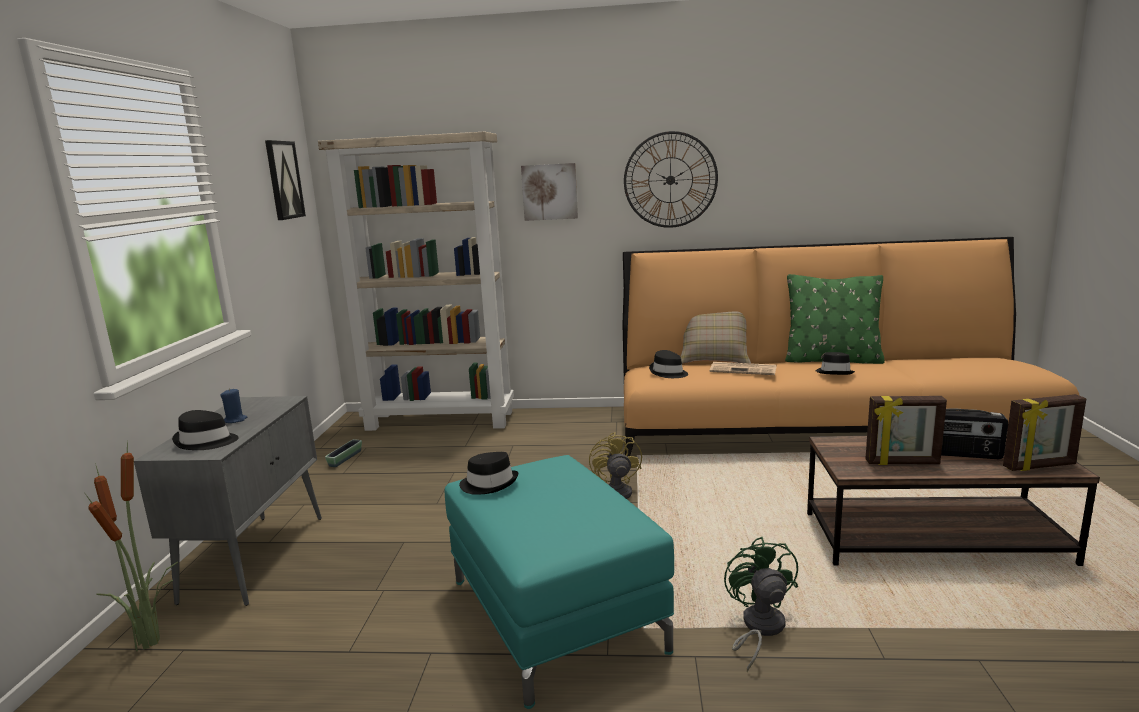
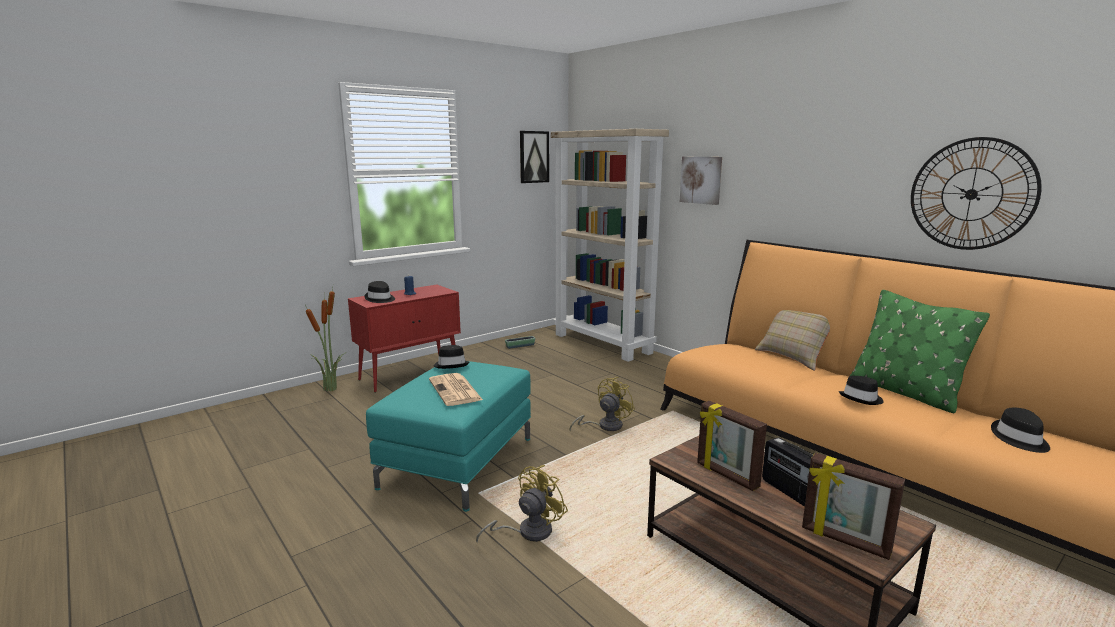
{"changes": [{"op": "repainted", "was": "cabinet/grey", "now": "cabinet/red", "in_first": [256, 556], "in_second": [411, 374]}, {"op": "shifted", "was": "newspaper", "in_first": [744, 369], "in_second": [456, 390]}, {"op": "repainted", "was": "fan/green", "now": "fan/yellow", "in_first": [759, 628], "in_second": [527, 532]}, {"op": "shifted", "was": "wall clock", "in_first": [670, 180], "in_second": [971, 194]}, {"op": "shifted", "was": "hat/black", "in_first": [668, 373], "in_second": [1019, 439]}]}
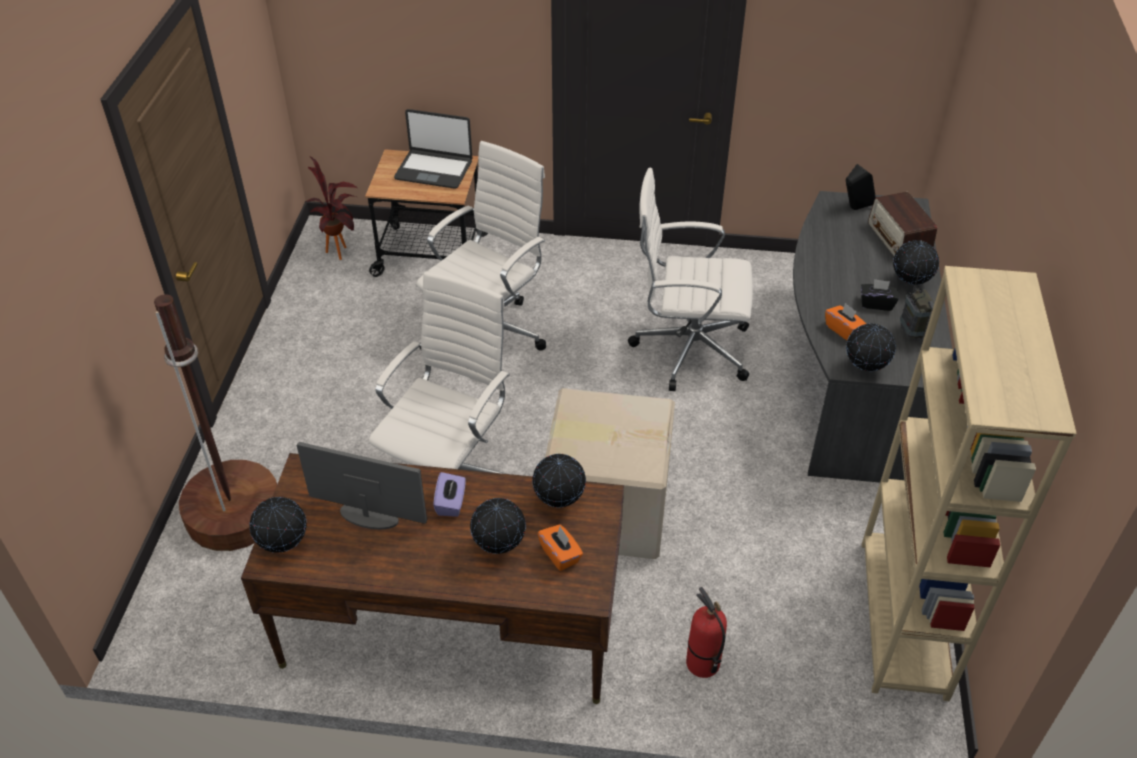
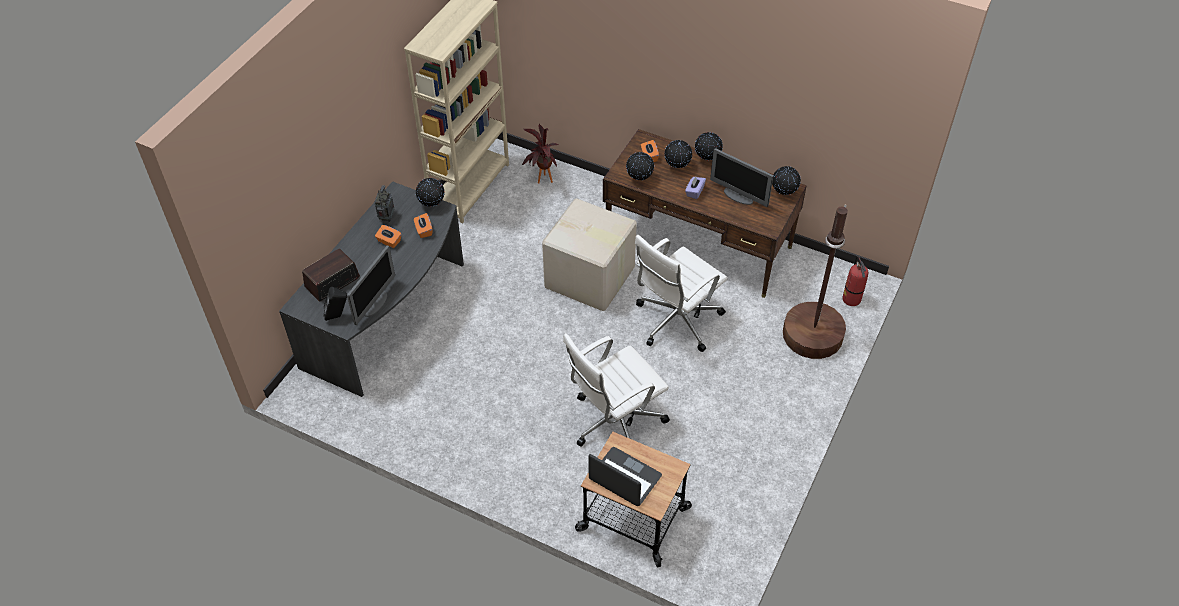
{"changes": [{"op": "rotated", "was": "radio", "in_first": [898, 239], "in_second": [332, 282], "clockwise": -135}, {"op": "new", "now": "monitor", "in_second": [375, 303]}, {"op": "repainted", "was": "tissue box/black", "now": "tissue box/orange", "in_first": [876, 303], "in_second": [389, 241]}, {"op": "shifted", "was": "potted plant", "in_first": [341, 249], "in_second": [541, 182]}, {"op": "shifted", "was": "globe", "in_first": [910, 284], "in_second": [707, 159]}, {"op": "shifted", "was": "fire extinguisher", "in_first": [702, 663], "in_second": [851, 299]}, {"op": "gone", "was": "office chair/white", "in_first": [688, 348]}]}
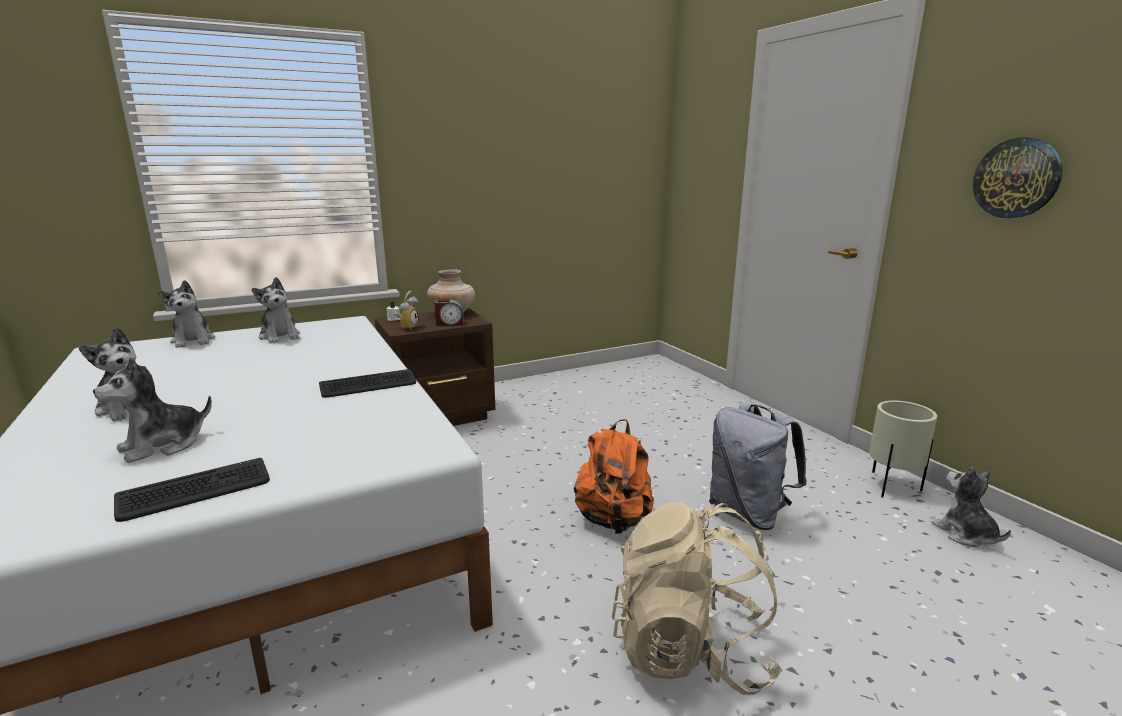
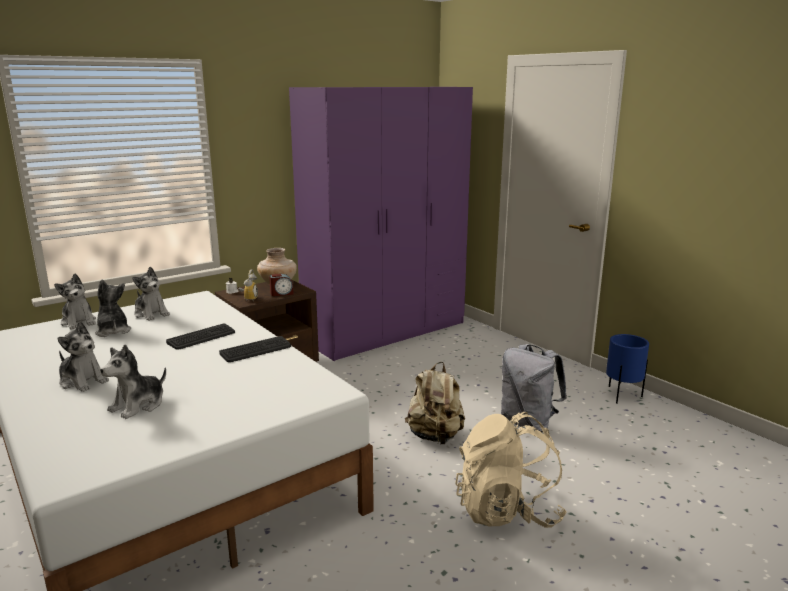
{"changes": [{"op": "shifted", "was": "plush toy", "in_first": [965, 534], "in_second": [113, 331]}, {"op": "shifted", "was": "keyboard", "in_first": [195, 491], "in_second": [201, 337]}, {"op": "new", "now": "wardrobe/purple", "in_second": [386, 331]}, {"op": "repainted", "was": "backpack/orange", "now": "backpack/beige", "in_first": [613, 520], "in_second": [435, 436]}, {"op": "repainted", "was": "planter/beige", "now": "planter/blue", "in_first": [891, 487], "in_second": [622, 396]}, {"op": "gone", "was": "wall clock", "in_first": [1016, 178]}]}
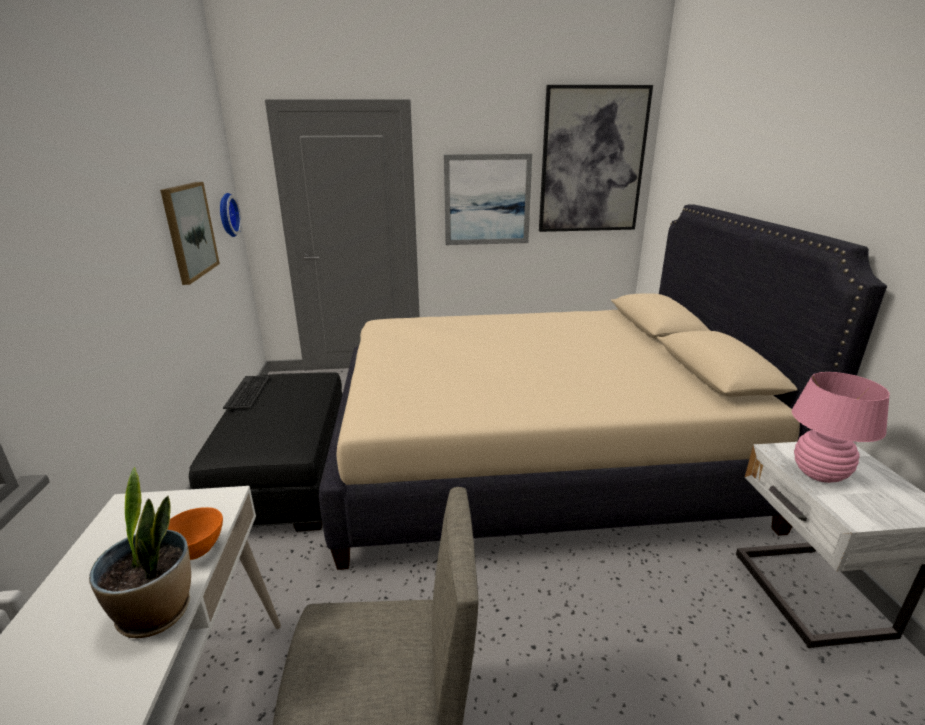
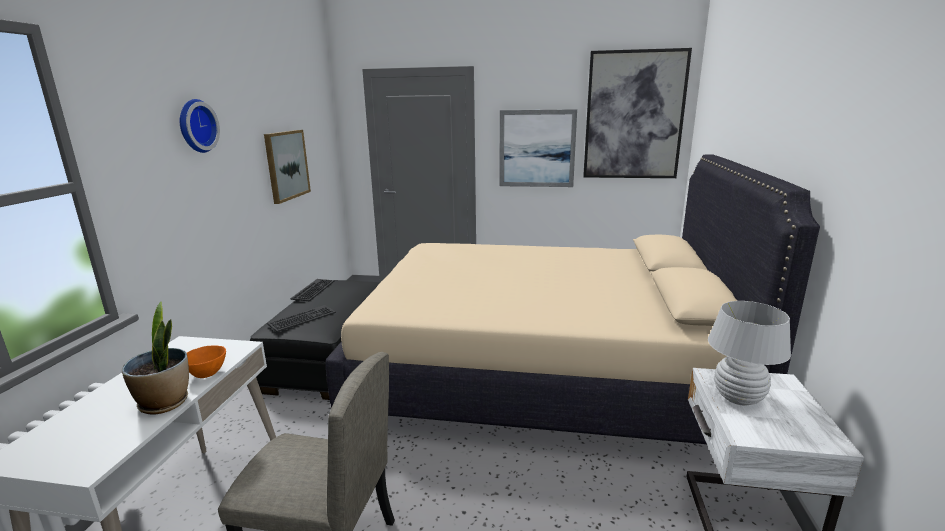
{"changes": [{"op": "shifted", "was": "wall clock", "in_first": [226, 215], "in_second": [195, 126]}, {"op": "new", "now": "keyboard", "in_second": [302, 319]}, {"op": "repainted", "was": "table lamp/pink", "now": "table lamp/white", "in_first": [819, 474], "in_second": [738, 398]}]}
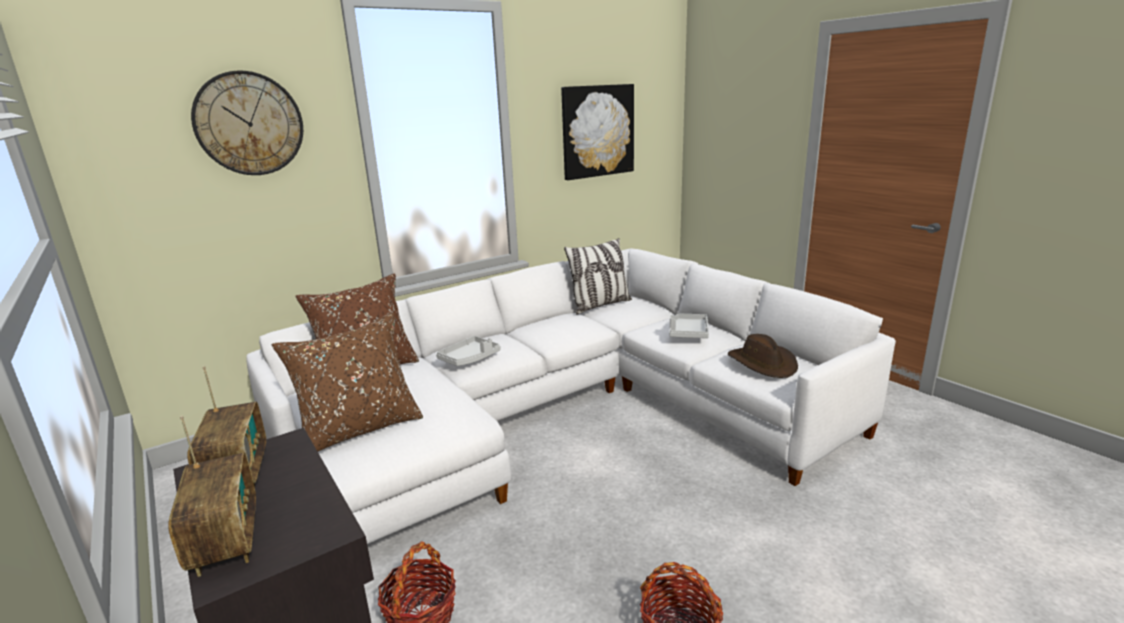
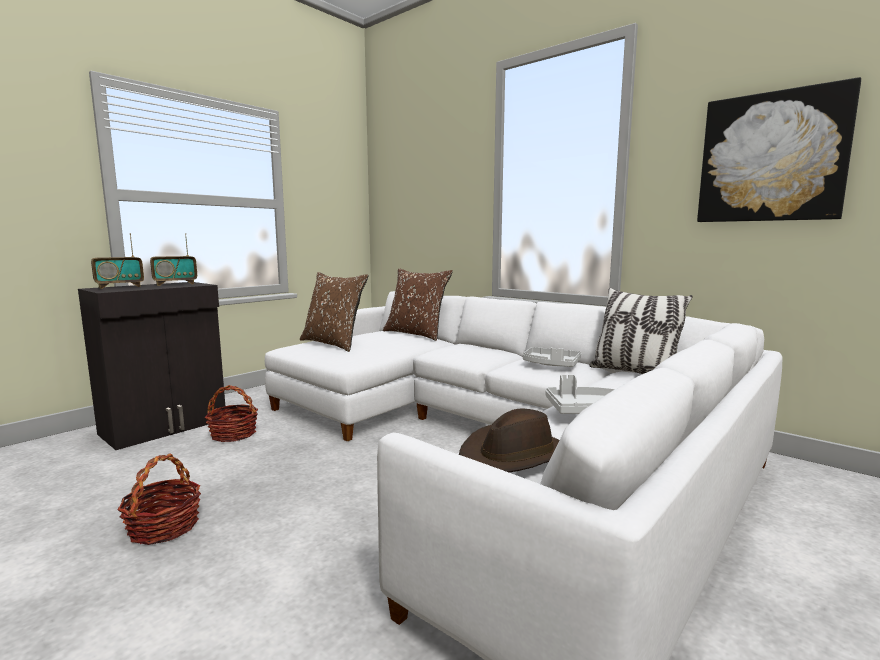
{"changes": [{"op": "shifted", "was": "tray/grey", "in_first": [469, 358], "in_second": [551, 365]}, {"op": "gone", "was": "wall clock", "in_first": [249, 124]}]}
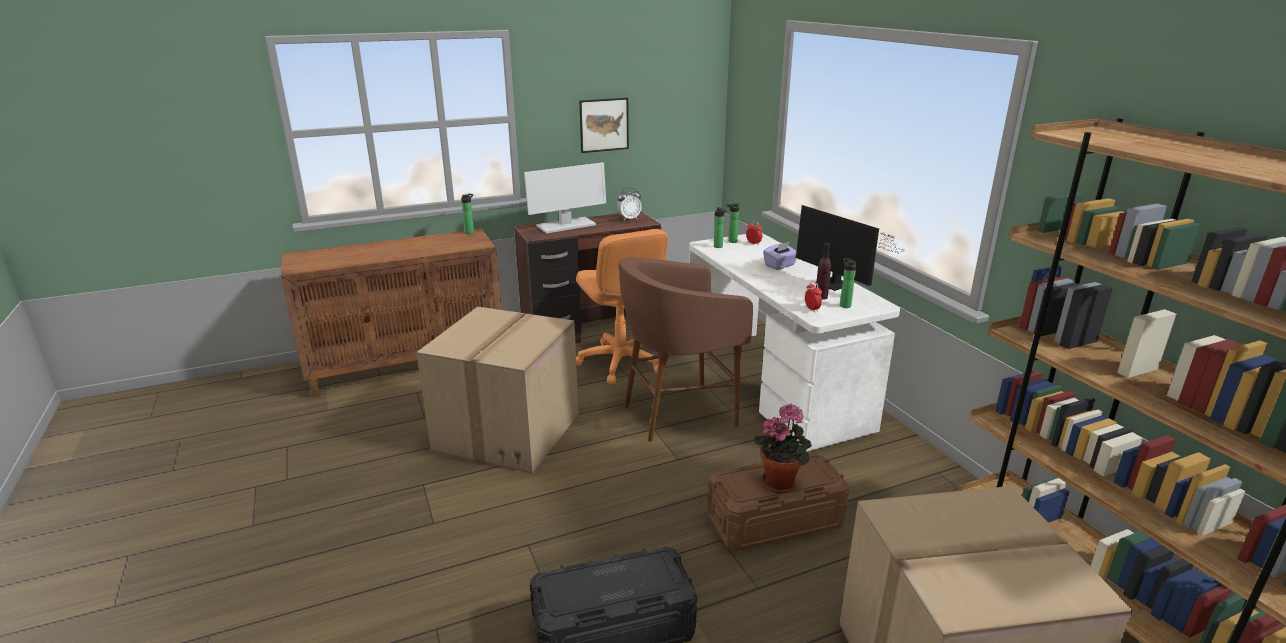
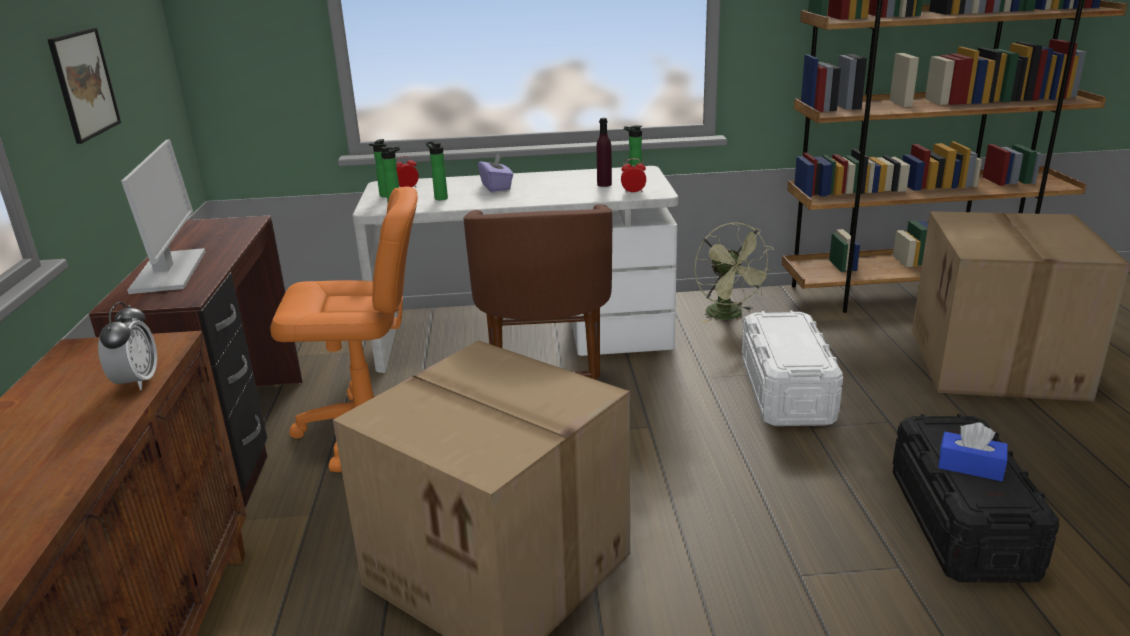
{"changes": [{"op": "shifted", "was": "alarm clock", "in_first": [629, 218], "in_second": [137, 382]}, {"op": "shifted", "was": "bottle", "in_first": [470, 232], "in_second": [439, 198]}, {"op": "new", "now": "fan/green", "in_second": [729, 315]}, {"op": "repainted", "was": "storage box/brown", "now": "storage box/white", "in_first": [775, 521], "in_second": [786, 391]}, {"op": "new", "now": "tissue box/blue", "in_second": [970, 466]}, {"op": "gone", "was": "potted plant", "in_first": [781, 482]}, {"op": "gone", "was": "monitor", "in_first": [836, 285]}]}
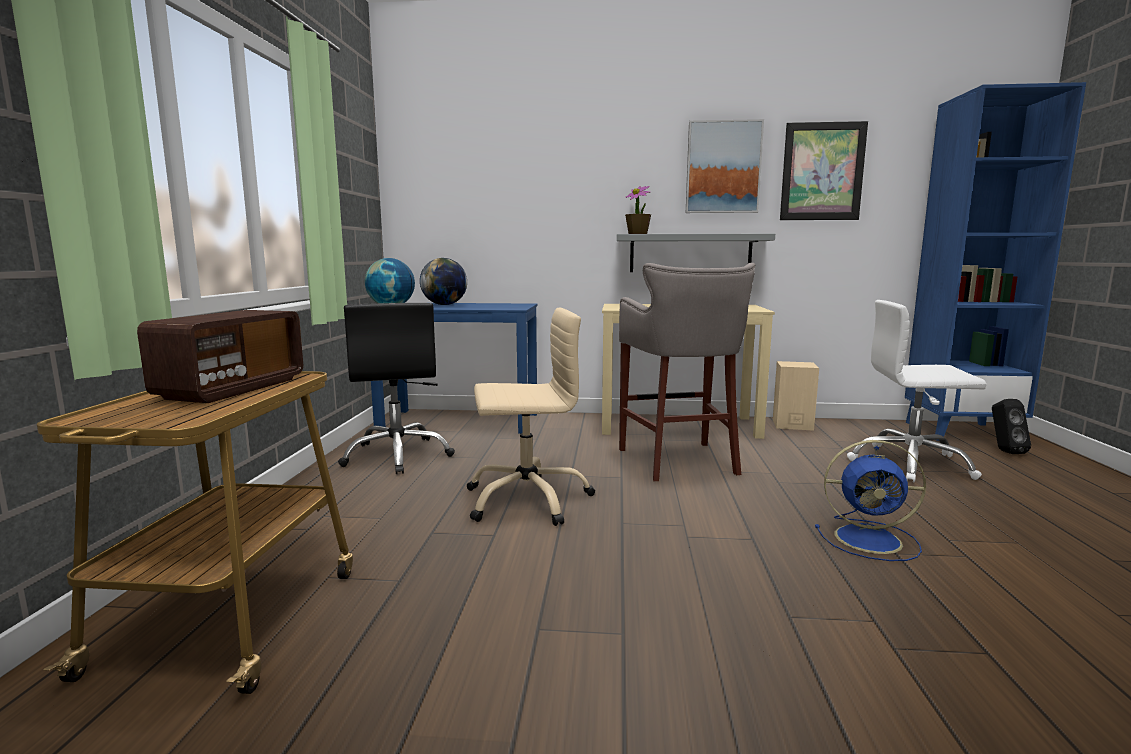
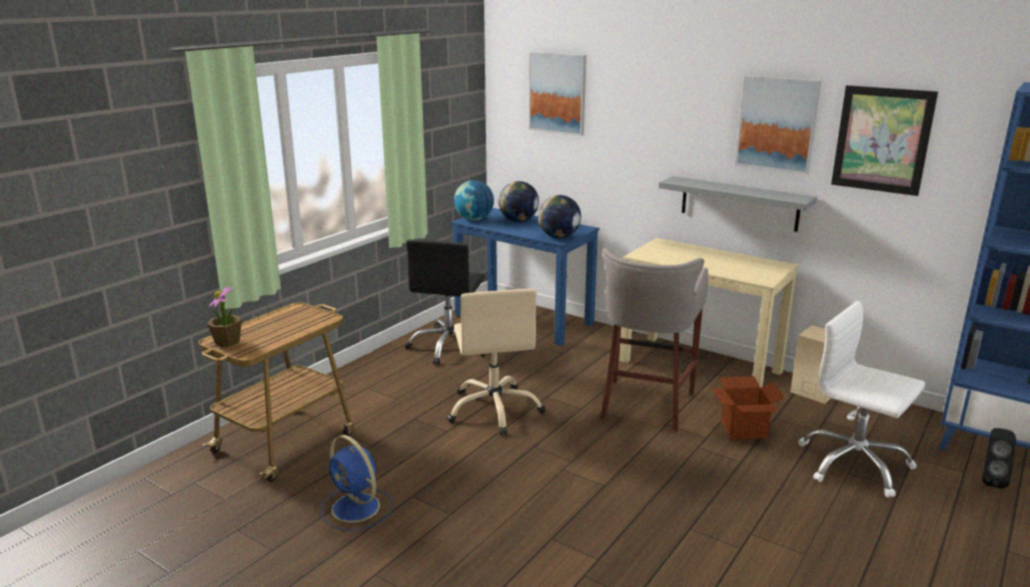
{"changes": [{"op": "shifted", "was": "potted plant", "in_first": [638, 234], "in_second": [227, 342]}, {"op": "shifted", "was": "fan/blue", "in_first": [871, 539], "in_second": [357, 508]}, {"op": "rotated", "was": "office chair/beige", "in_first": [527, 499], "in_second": [495, 409], "clockwise": 60}, {"op": "new", "now": "picture", "in_second": [557, 93]}, {"op": "new", "now": "globe", "in_second": [559, 237]}, {"op": "new", "now": "cardboard box", "in_second": [743, 429]}, {"op": "gone", "was": "radio", "in_first": [232, 389]}]}
